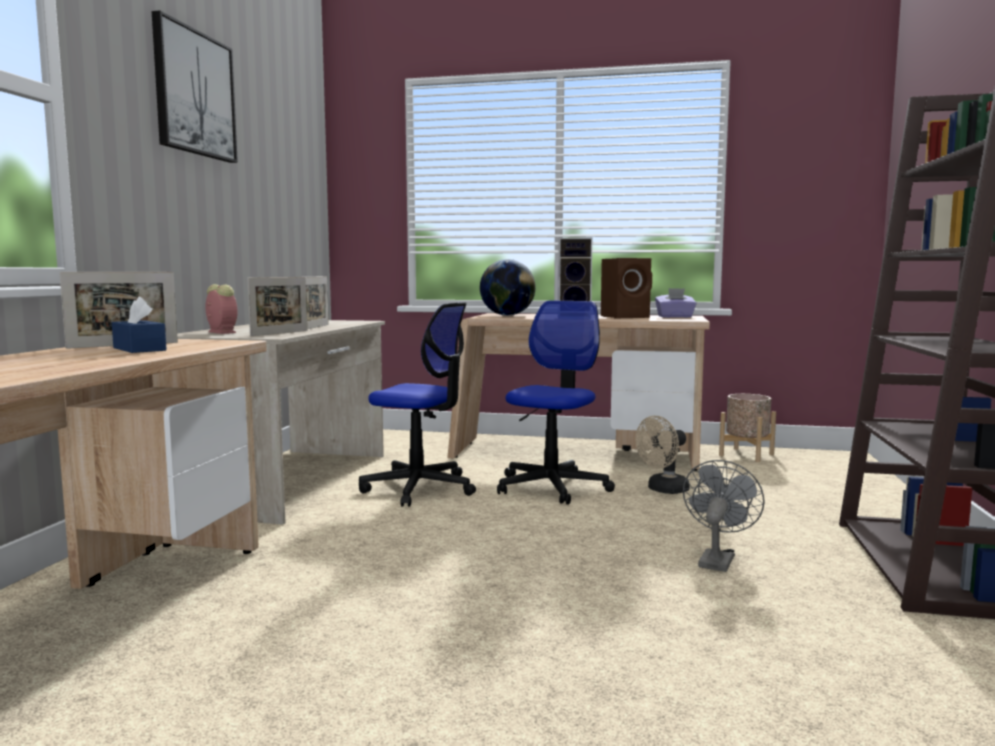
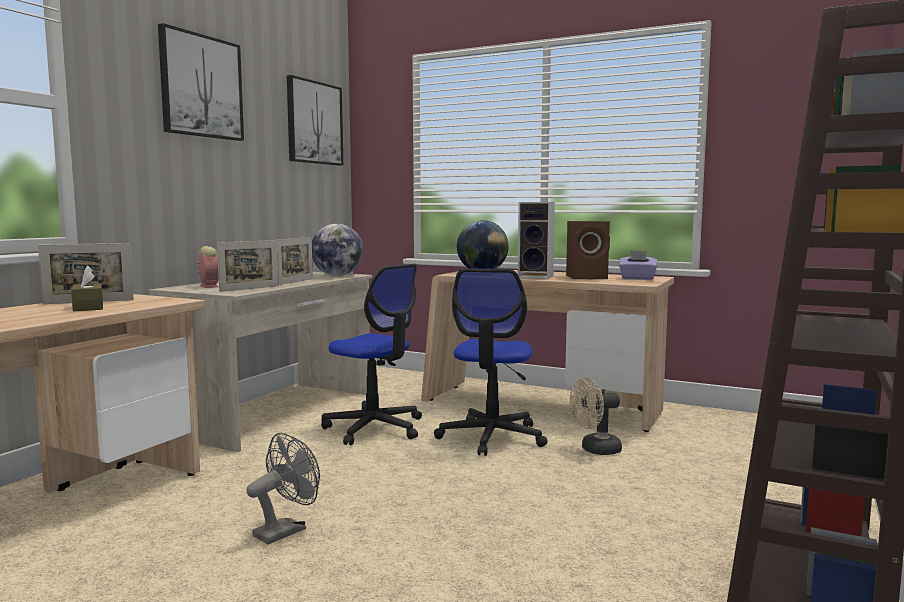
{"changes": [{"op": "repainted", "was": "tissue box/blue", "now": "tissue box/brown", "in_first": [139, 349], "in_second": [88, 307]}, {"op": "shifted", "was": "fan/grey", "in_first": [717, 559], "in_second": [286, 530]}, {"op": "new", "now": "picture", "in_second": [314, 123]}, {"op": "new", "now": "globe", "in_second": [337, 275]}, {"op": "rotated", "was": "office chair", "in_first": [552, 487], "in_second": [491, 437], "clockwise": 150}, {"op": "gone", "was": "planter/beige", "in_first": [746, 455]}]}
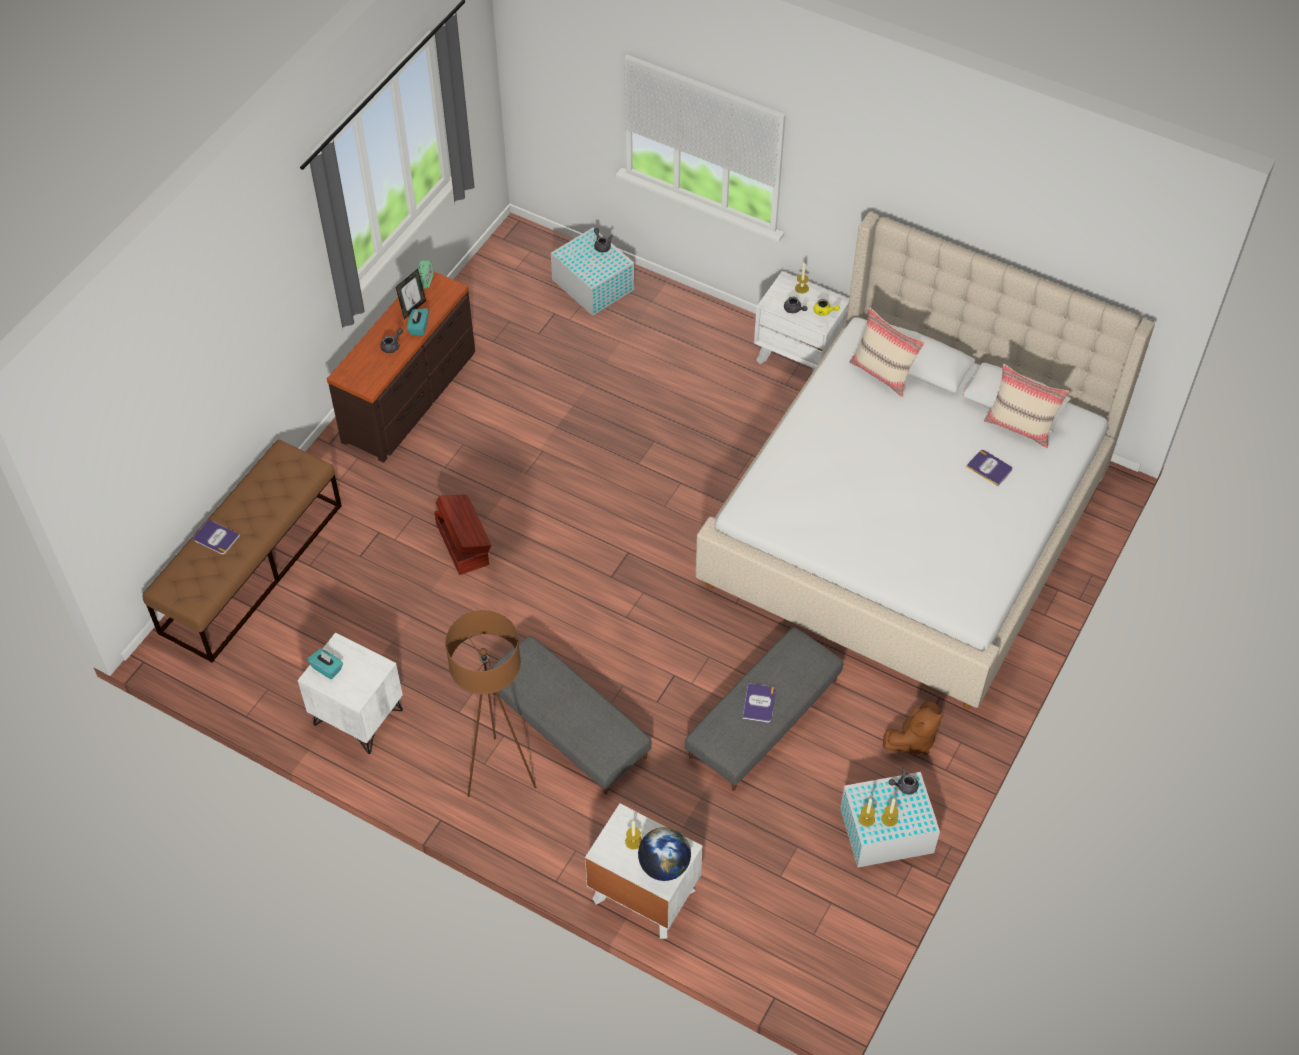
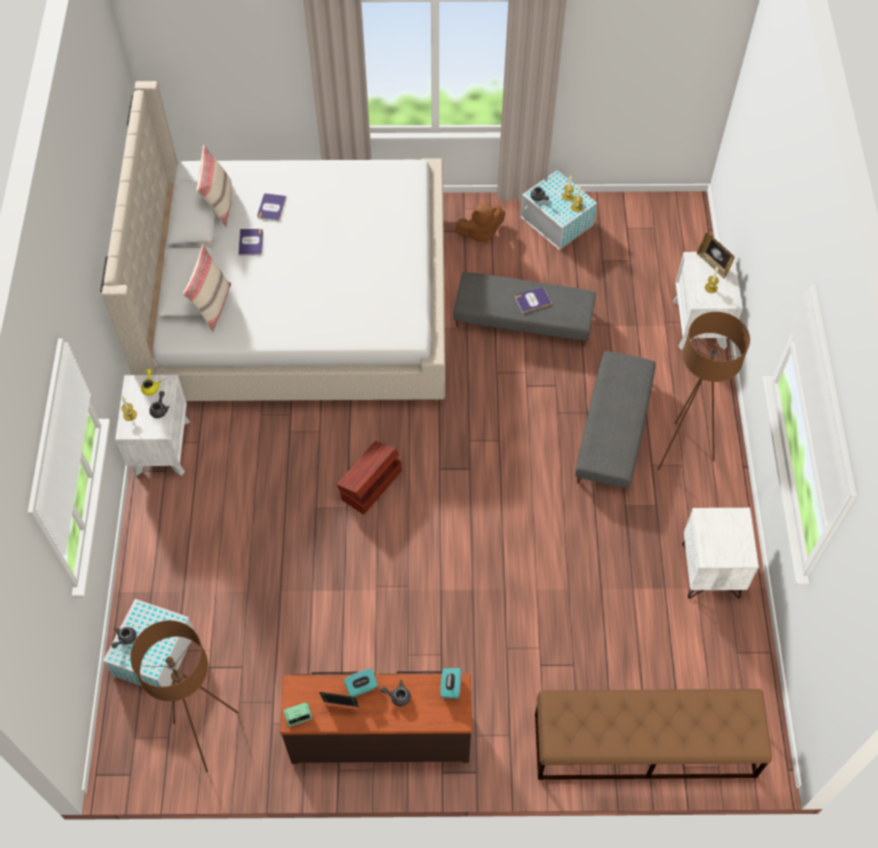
{"changes": [{"op": "new", "now": "floor lamp/brown", "in_second": [207, 735]}, {"op": "shifted", "was": "book", "in_first": [216, 538], "in_second": [250, 242]}, {"op": "shifted", "was": "storage box/brown", "in_first": [463, 543], "in_second": [370, 485]}, {"op": "shifted", "was": "tissue box/turquoise", "in_first": [327, 668], "in_second": [450, 687]}, {"op": "rotated", "was": "plush toy/brown", "in_first": [913, 740], "in_second": [480, 233], "clockwise": 135}, {"op": "swapped", "was": "globe", "now": "picture frame", "in_first": [664, 865], "in_second": [713, 264]}]}
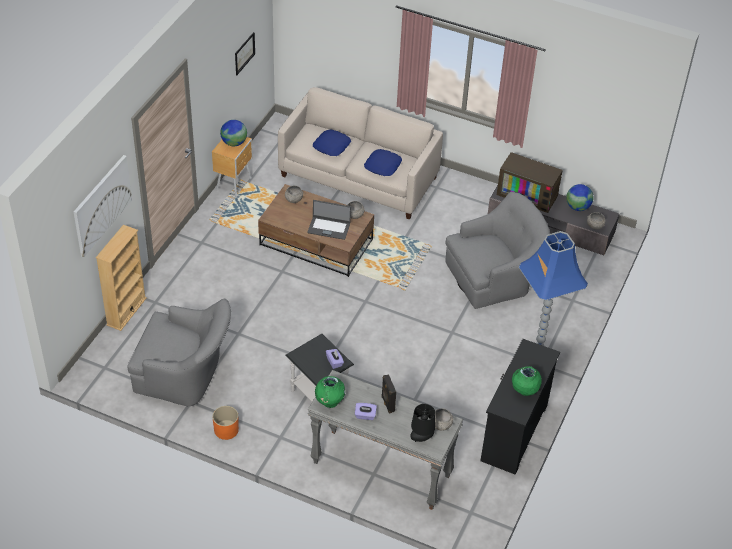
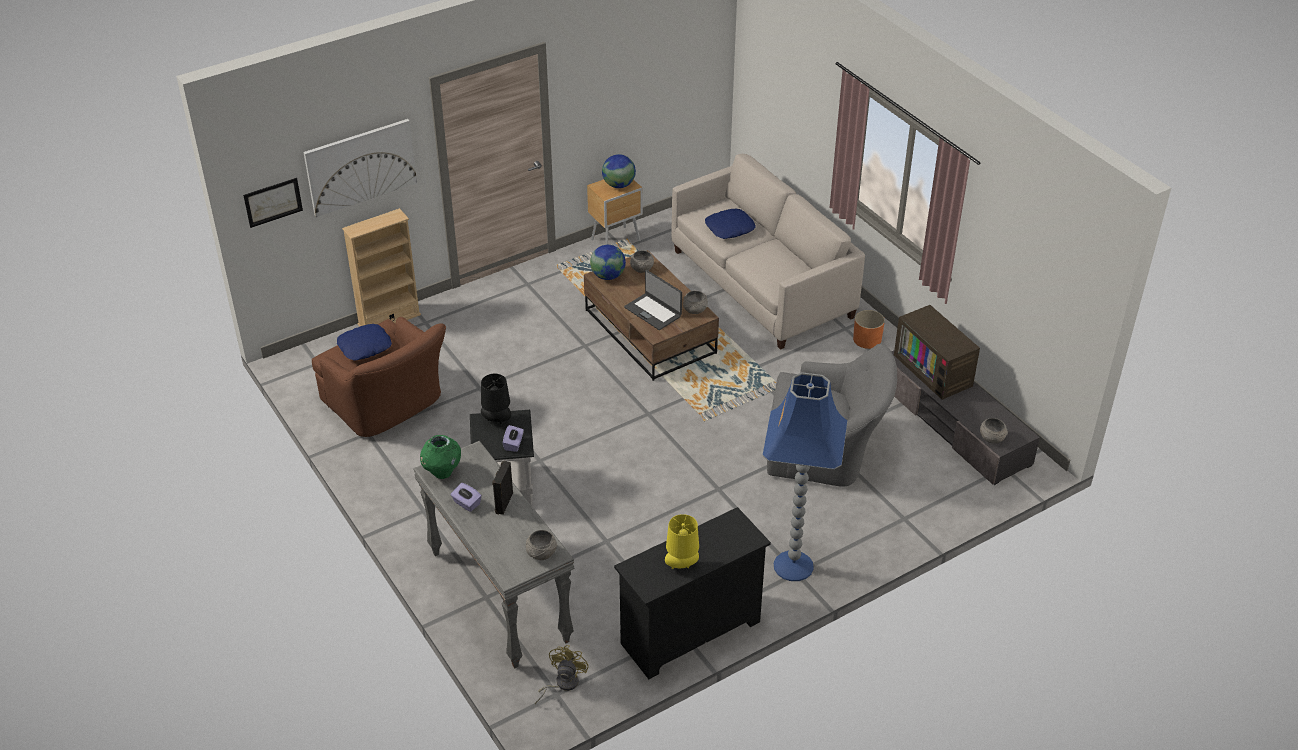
{"changes": [{"op": "shifted", "was": "picture", "in_first": [244, 53], "in_second": [273, 202]}, {"op": "repainted", "was": "armchair/grey", "now": "armchair/brown", "in_first": [185, 375], "in_second": [387, 405]}, {"op": "shifted", "was": "pillow/blue", "in_first": [383, 166], "in_second": [365, 347]}, {"op": "shifted", "was": "table lamp/black", "in_first": [421, 438], "in_second": [497, 421]}, {"op": "new", "now": "fan/yellow", "in_second": [562, 684]}, {"op": "shifted", "was": "globe", "in_first": [577, 207], "in_second": [608, 276]}, {"op": "swapped", "was": "vase/green", "now": "table lamp/yellow", "in_first": [524, 391], "in_second": [682, 565]}, {"op": "shifted", "was": "planter/orange", "in_first": [226, 429], "in_second": [867, 339]}]}
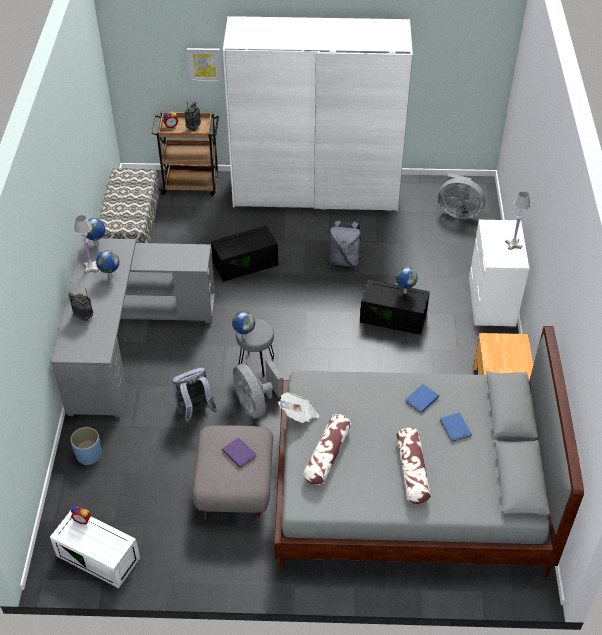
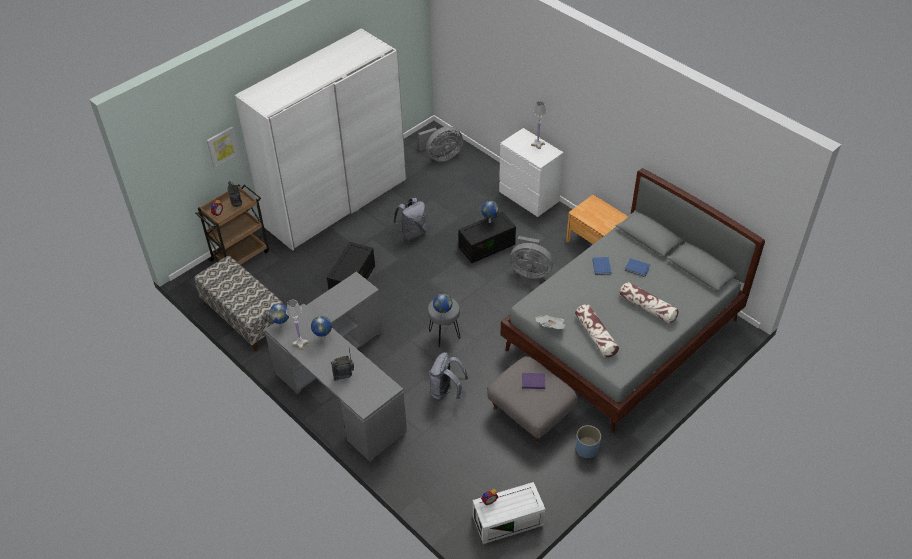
{"changes": [{"op": "shifted", "was": "fan/grey", "in_first": [255, 404], "in_second": [530, 271]}, {"op": "shifted", "was": "planter/blue", "in_first": [89, 455], "in_second": [586, 449]}]}
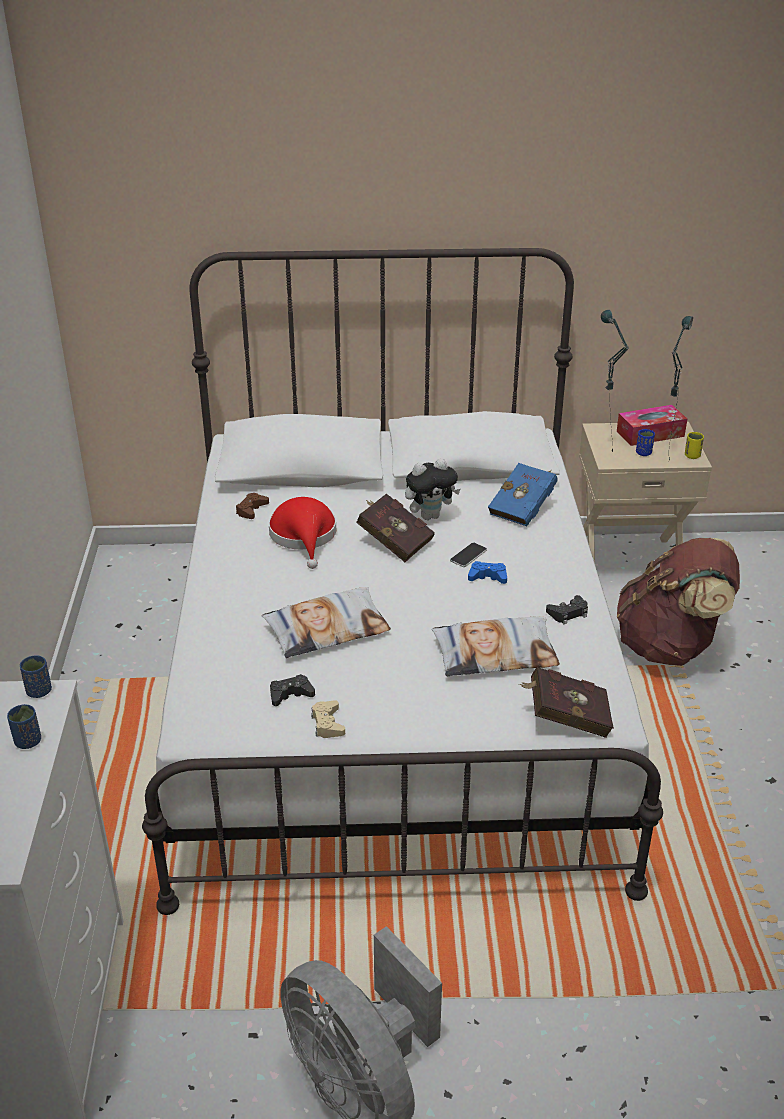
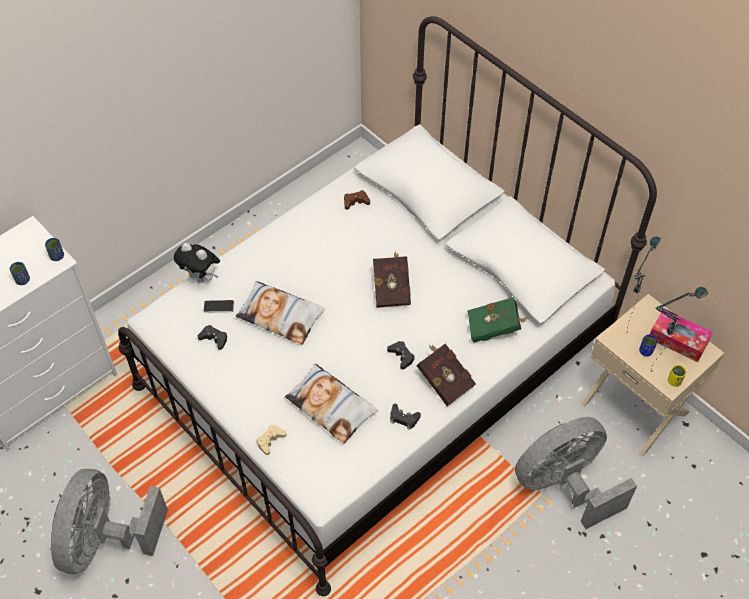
{"changes": [{"op": "shifted", "was": "plush toy", "in_first": [430, 516], "in_second": [201, 277]}, {"op": "shifted", "was": "phone", "in_first": [468, 555], "in_second": [219, 306]}, {"op": "shifted", "was": "game controller/beige", "in_first": [327, 724], "in_second": [270, 440]}, {"op": "repainted", "was": "game controller/blue", "now": "game controller/black", "in_first": [487, 577], "in_second": [401, 356]}, {"op": "shifted", "was": "book/red", "in_first": [565, 718], "in_second": [444, 380]}, {"op": "repainted", "was": "book/blue", "now": "book/green", "in_first": [524, 508], "in_second": [495, 328]}, {"op": "swapped", "was": "backpack/brown", "now": "fan/grey", "in_first": [670, 646], "in_second": [564, 485]}, {"op": "gone", "was": "hat/red", "in_first": [304, 536]}]}
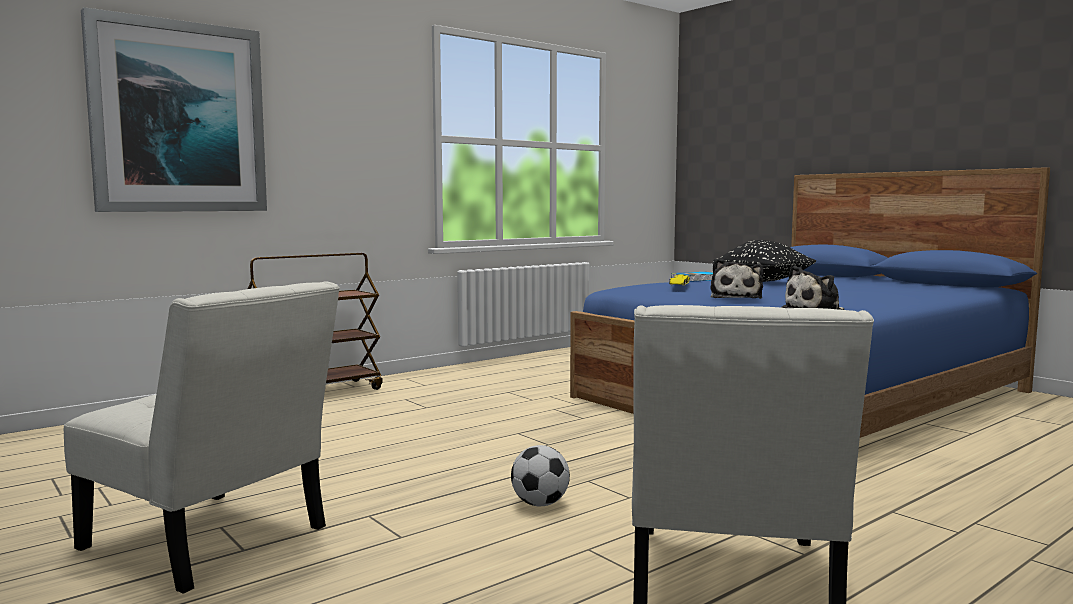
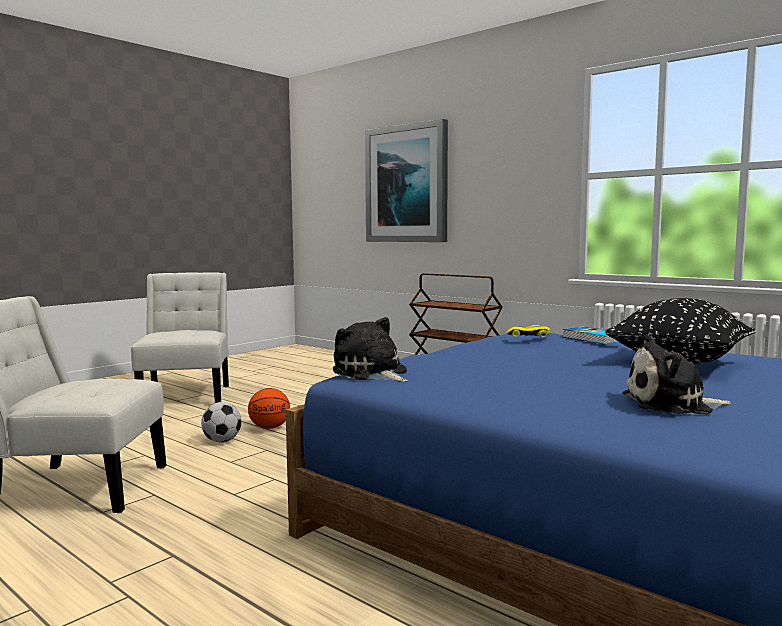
{"changes": [{"op": "rotated", "was": "chair/white", "in_first": [212, 542], "in_second": [187, 395], "clockwise": 150}, {"op": "new", "now": "basketball", "in_second": [270, 428]}, {"op": "shifted", "was": "plush toy", "in_first": [736, 297], "in_second": [672, 405]}]}
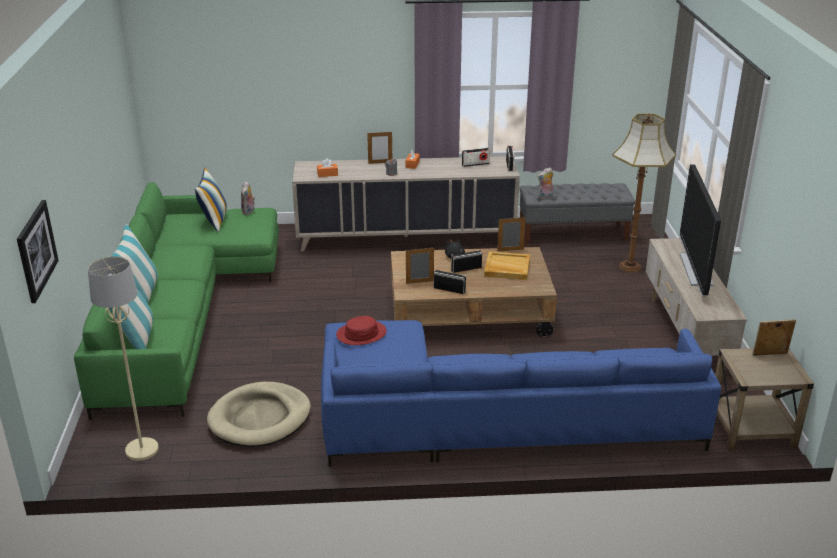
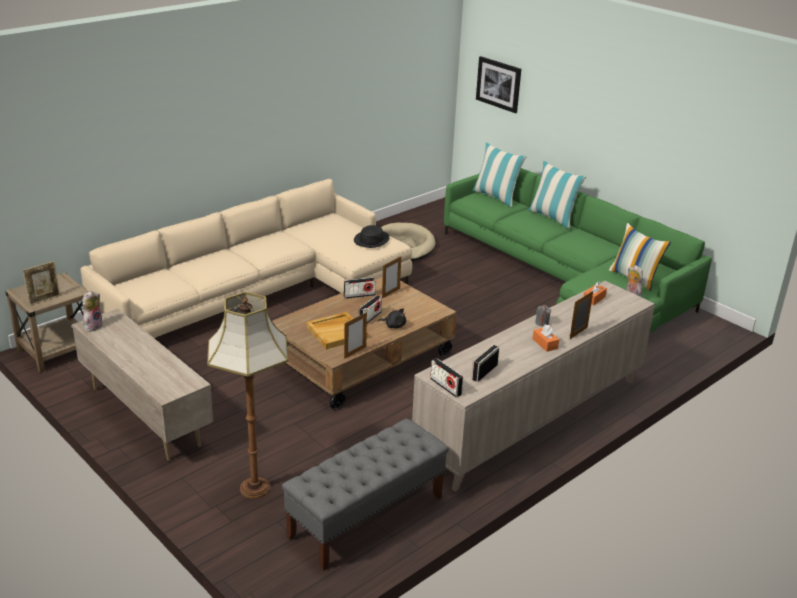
{"changes": [{"op": "repainted", "was": "sofa/blue", "now": "sofa/beige", "in_first": [489, 418], "in_second": [261, 293]}, {"op": "shifted", "was": "plush toy", "in_first": [545, 197], "in_second": [93, 326]}, {"op": "repainted", "was": "hat/red", "now": "hat/black", "in_first": [361, 334], "in_second": [371, 239]}, {"op": "gone", "was": "floor lamp/beige", "in_first": [142, 450]}, {"op": "gone", "was": "television", "in_first": [695, 270]}]}
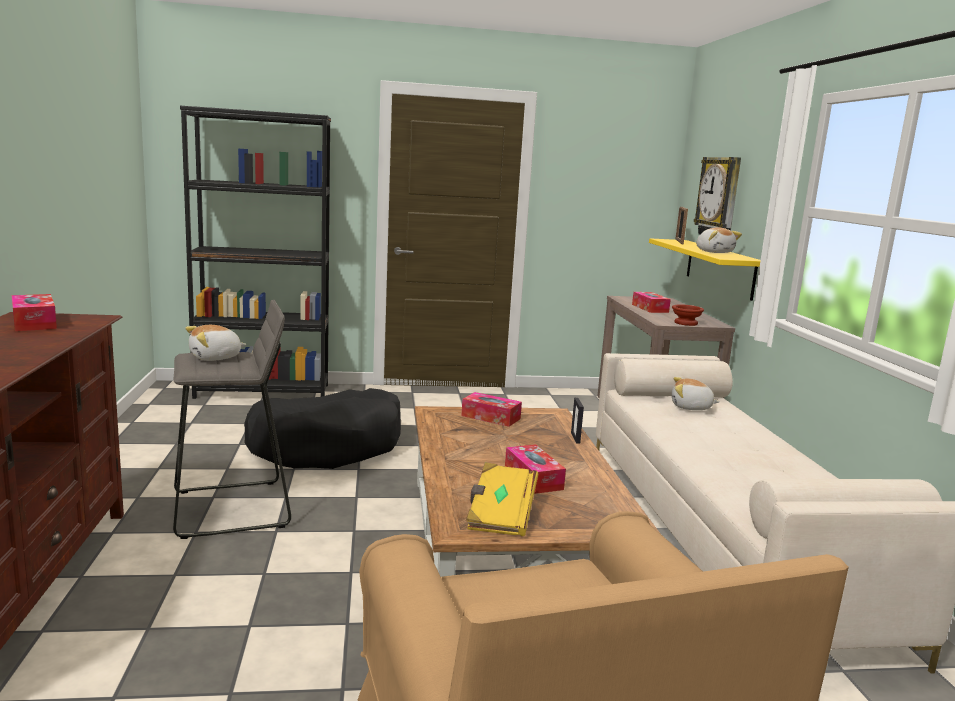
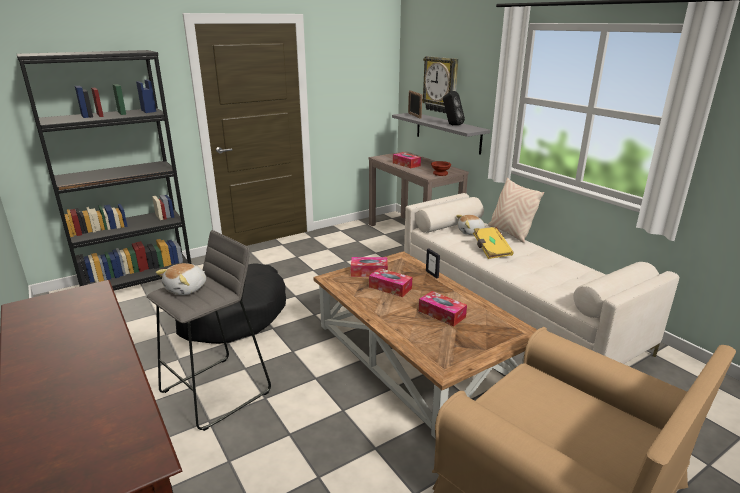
{"changes": [{"op": "shifted", "was": "tissue box", "in_first": [34, 322], "in_second": [390, 287]}, {"op": "repainted", "was": "shelf/yellow", "now": "shelf/grey", "in_first": [719, 268], "in_second": [447, 132]}, {"op": "swapped", "was": "plush toy", "now": "speaker/black", "in_first": [714, 252], "in_second": [451, 125]}, {"op": "shifted", "was": "book/yellow", "in_first": [500, 515], "in_second": [490, 250]}, {"op": "new", "now": "pillow/beige", "in_second": [510, 233]}]}
